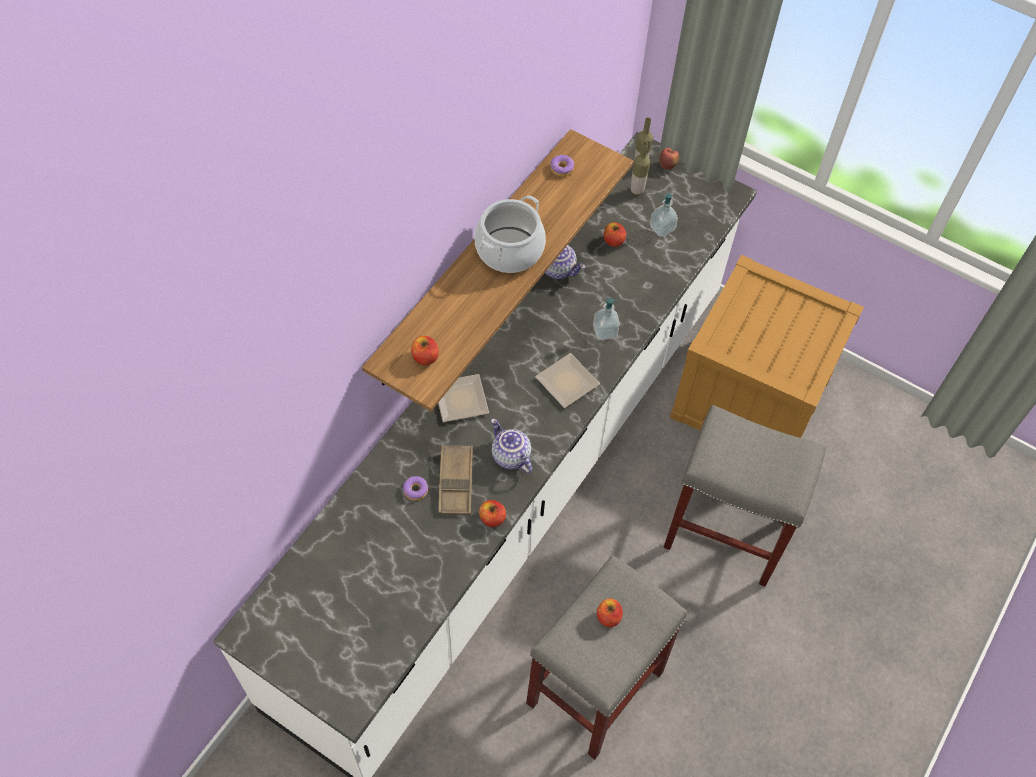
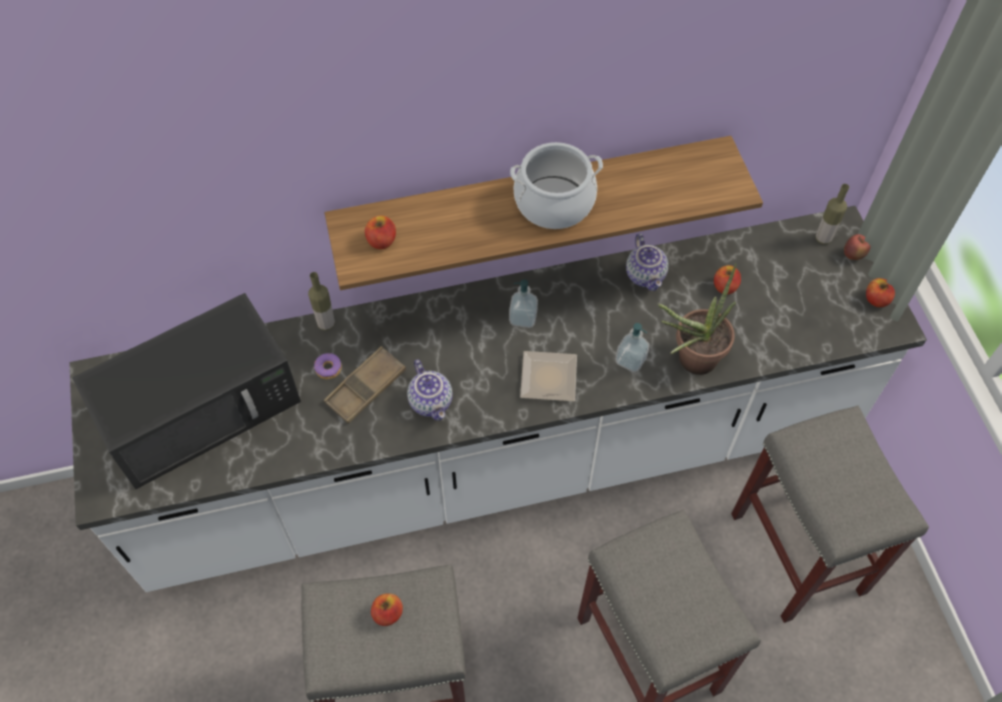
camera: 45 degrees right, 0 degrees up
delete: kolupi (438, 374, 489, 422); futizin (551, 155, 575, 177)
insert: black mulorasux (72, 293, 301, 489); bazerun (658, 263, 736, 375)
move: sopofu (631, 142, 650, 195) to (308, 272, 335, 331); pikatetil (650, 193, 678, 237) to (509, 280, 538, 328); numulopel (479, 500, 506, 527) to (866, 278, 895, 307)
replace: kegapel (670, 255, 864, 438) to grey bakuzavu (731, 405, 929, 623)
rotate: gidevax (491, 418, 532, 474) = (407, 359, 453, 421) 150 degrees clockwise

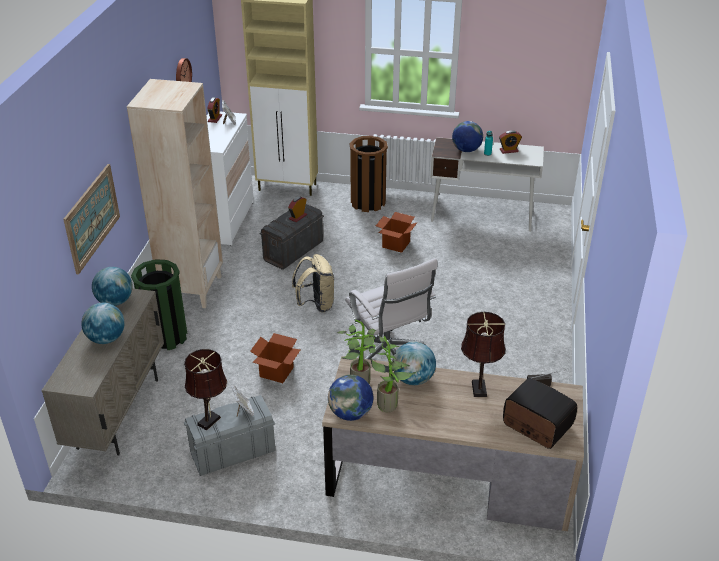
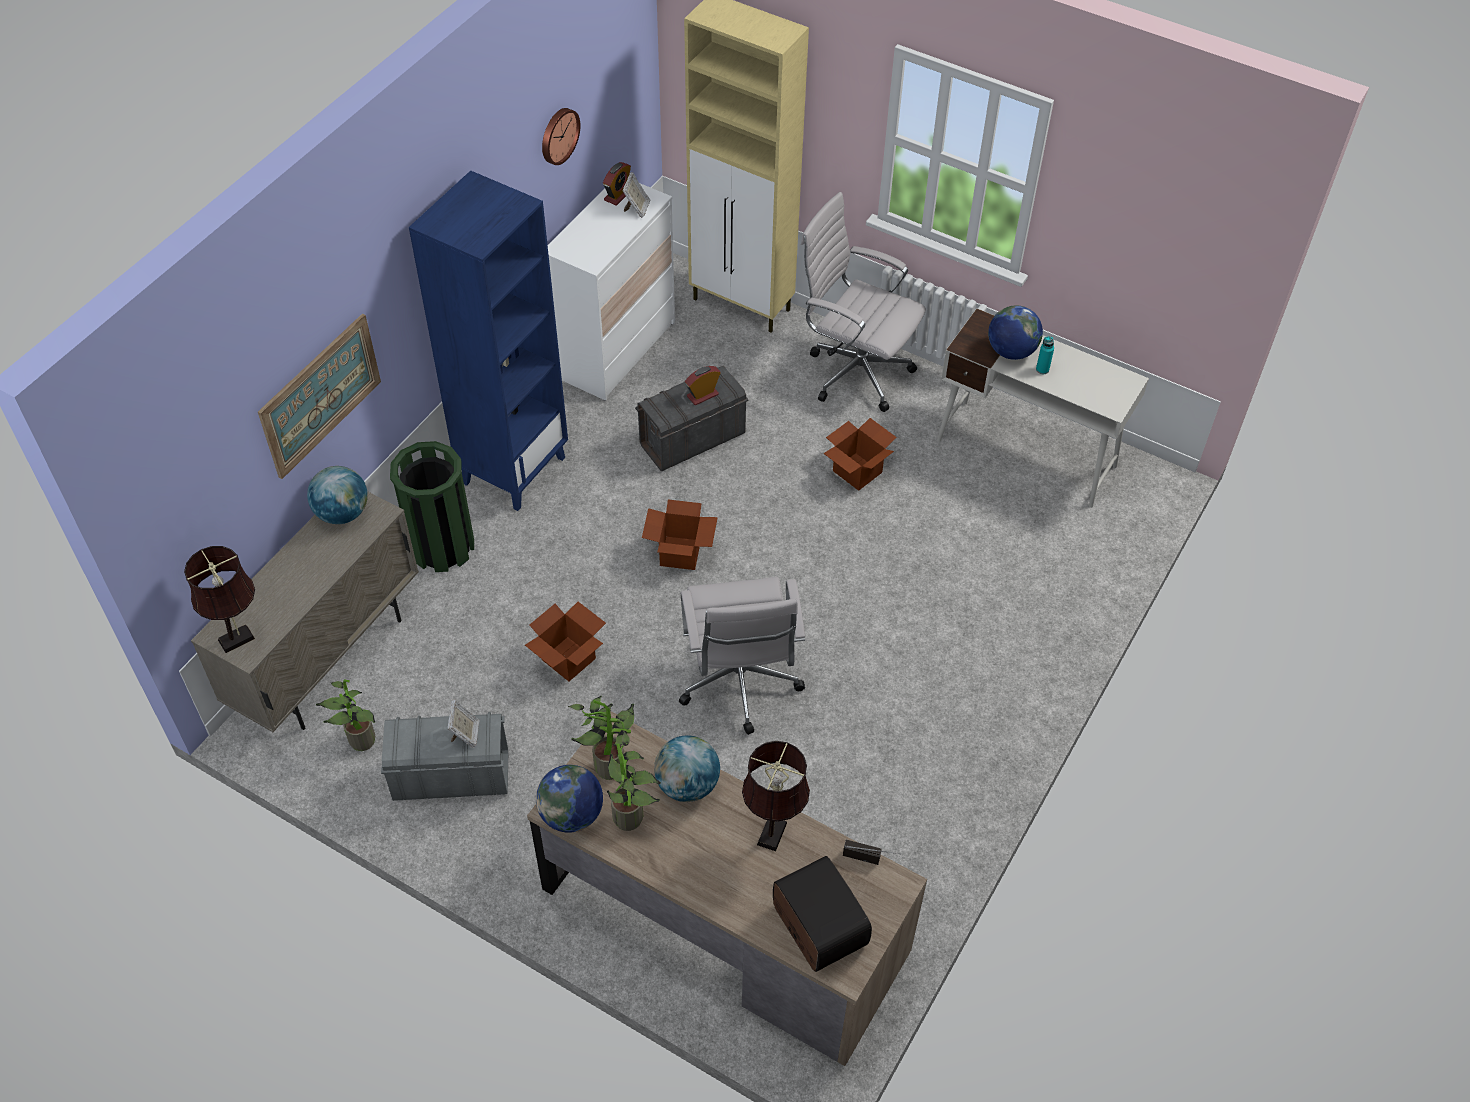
camera: 20 degrees right, 15 degrees up
delete: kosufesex (81, 303, 125, 344); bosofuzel (499, 130, 522, 154)
insert: bazerun (316, 679, 376, 751)
move: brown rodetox (184, 349, 227, 430) to (184, 546, 255, 653)
replace: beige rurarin (292, 254, 334, 312) to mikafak (642, 499, 718, 570); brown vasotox (350, 136, 388, 212) to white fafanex (801, 192, 926, 412)
recolor: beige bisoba (127, 79, 223, 308) to blue bisoba (409, 171, 568, 511)

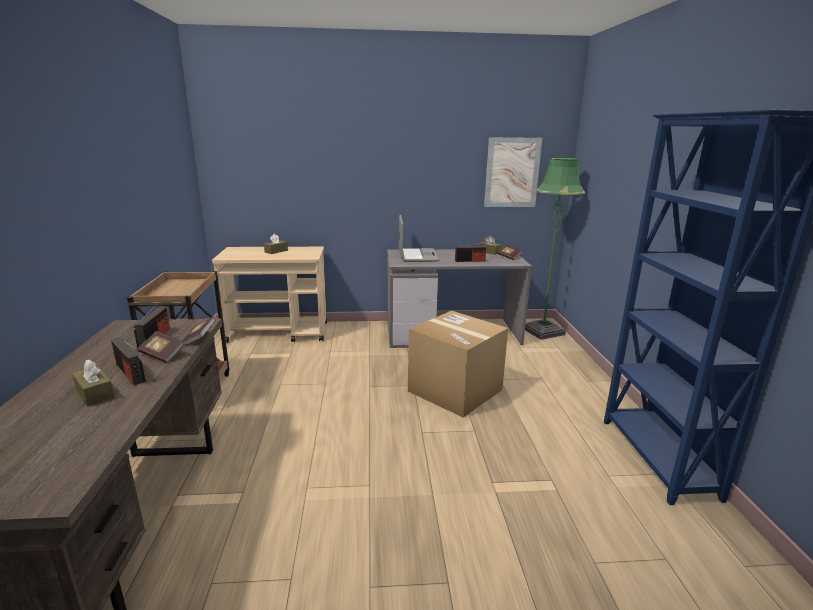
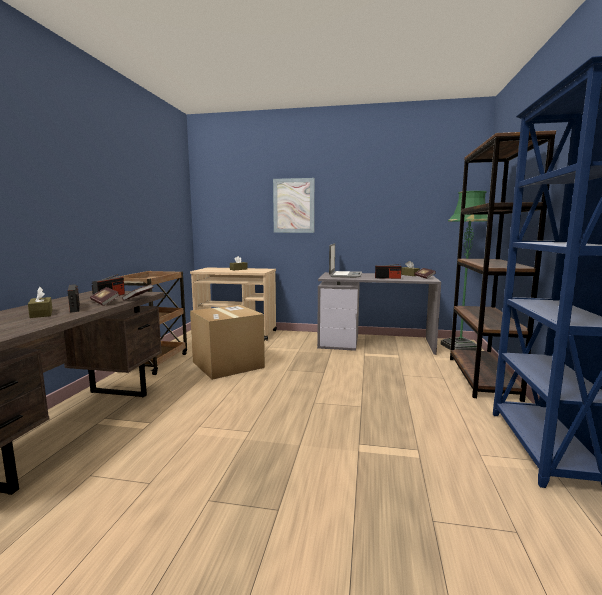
camera: 15 degrees right, 10 degrees down
insert: brown bisoba (450, 130, 556, 402)
move: mikafak (408, 311, 508, 418) to (190, 305, 265, 380); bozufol (484, 137, 542, 207) to (273, 178, 314, 233)

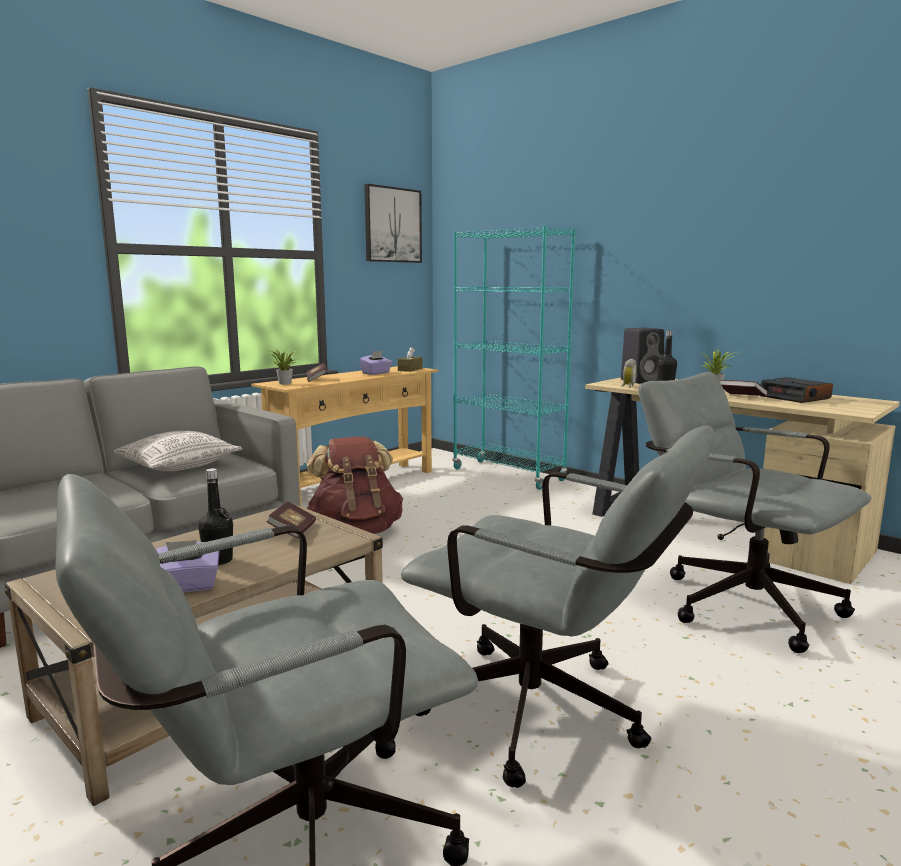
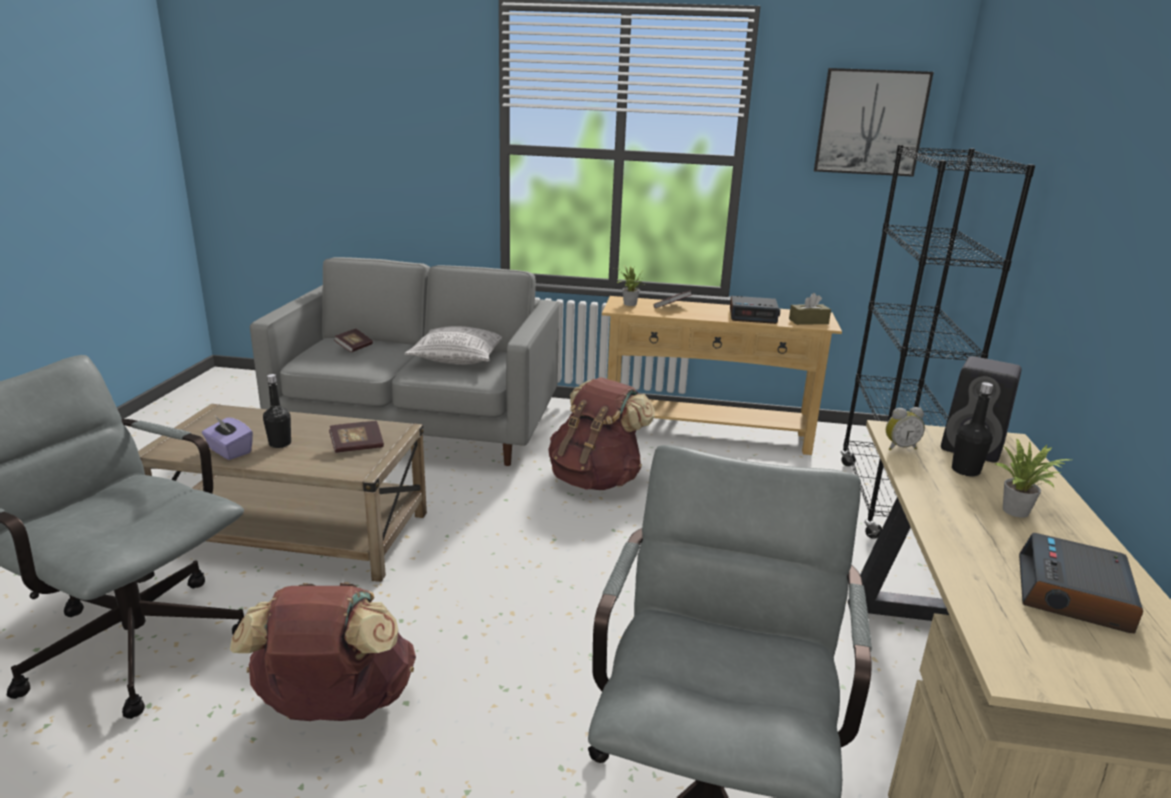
camera: 55 degrees right, 10 degrees up
move: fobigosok (720, 380, 768, 396) to (334, 329, 373, 353)
replace: grey fafanex (401, 426, 715, 788) to brown rurarin (230, 582, 416, 721); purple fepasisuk (359, 351, 392, 375) to bosofuzel (730, 296, 780, 324)
recolor: turquoise bisoba (453, 226, 576, 490) to black bisoba (841, 145, 1035, 539)

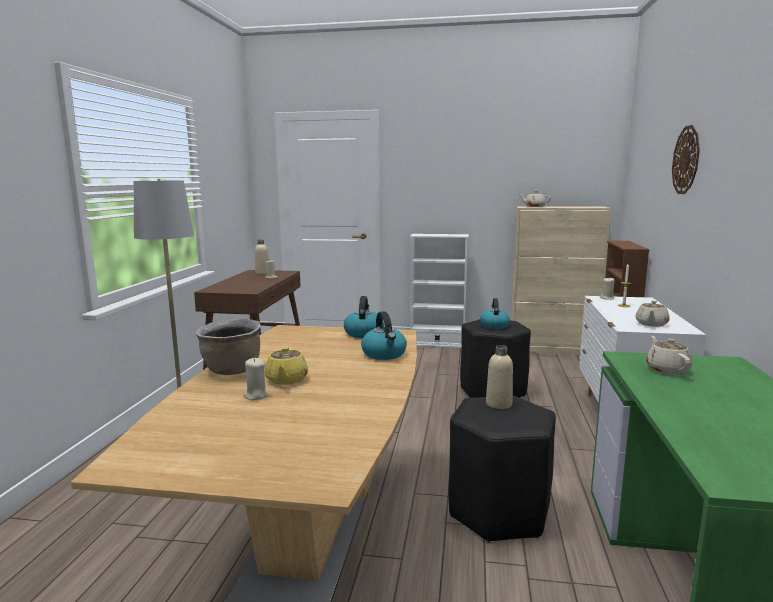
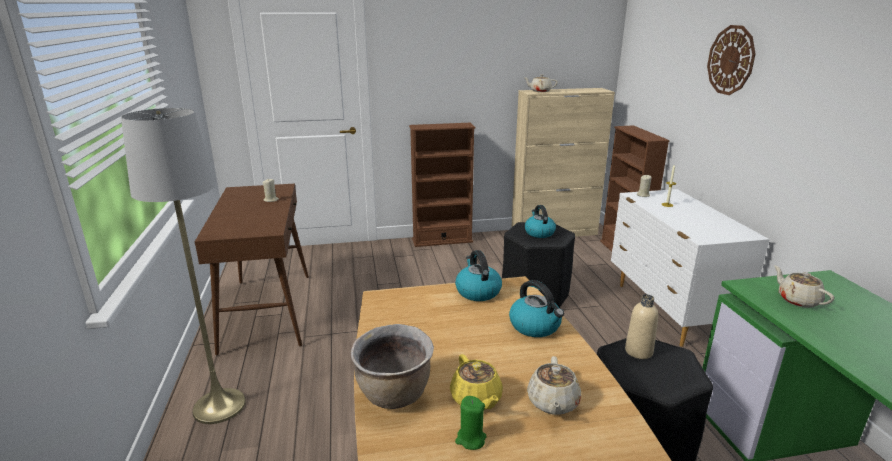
camera: 20 degrees left, 10 degrees up
delete: beige sopofu (255, 240, 269, 275)
move: beige gidevax (635, 301, 670, 327) to (527, 356, 581, 415)
recolor: white bisoba (410, 234, 469, 348) to brown bisoba (409, 123, 476, 247); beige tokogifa (243, 358, 269, 400) to green tokogifa (455, 396, 486, 450)

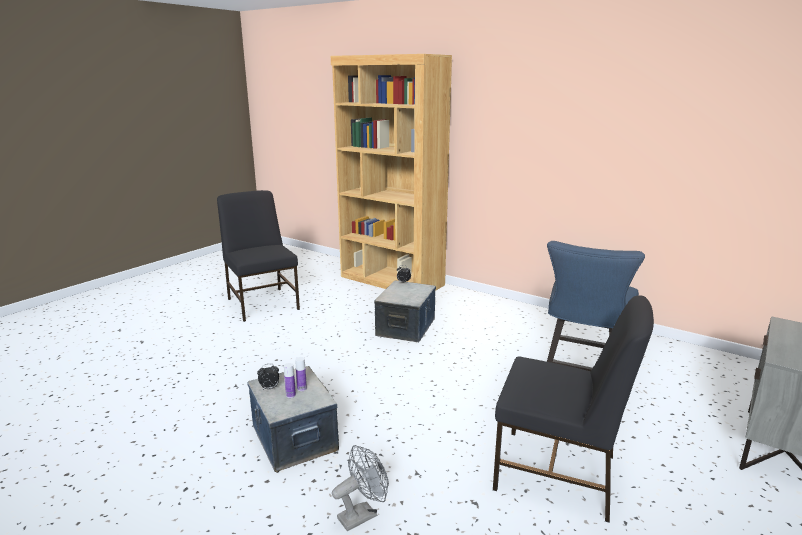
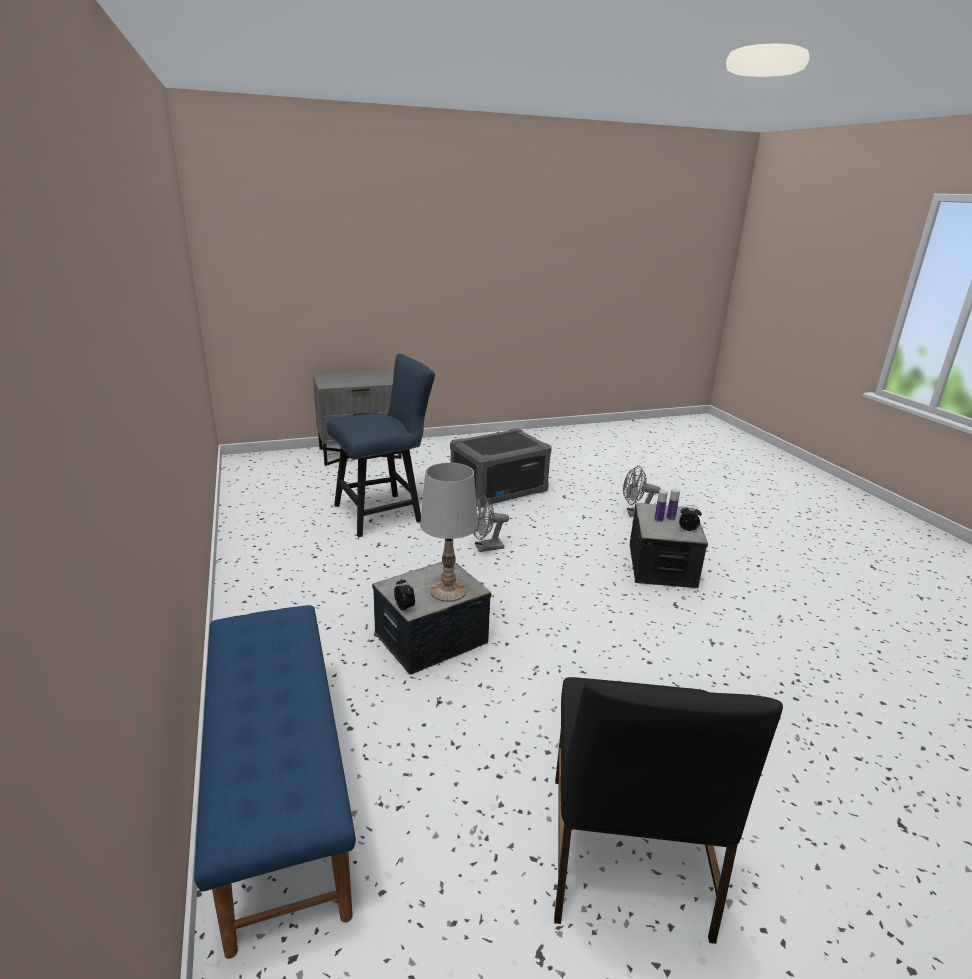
camera: 145 degrees left, 5 degrees up
insert: white rodetox (420, 463, 478, 602); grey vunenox (474, 494, 509, 552)
replace: brown bisoba (331, 54, 452, 291) to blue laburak (194, 605, 356, 959); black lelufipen (493, 295, 654, 523) to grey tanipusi (450, 428, 552, 507)

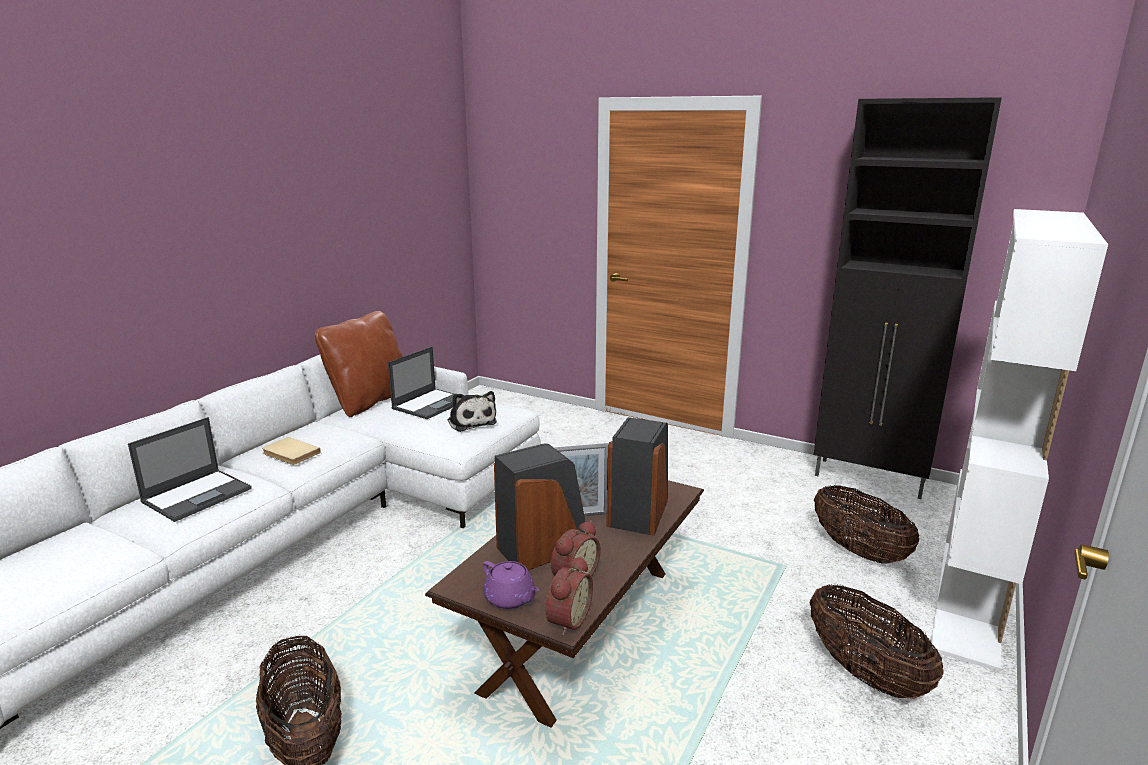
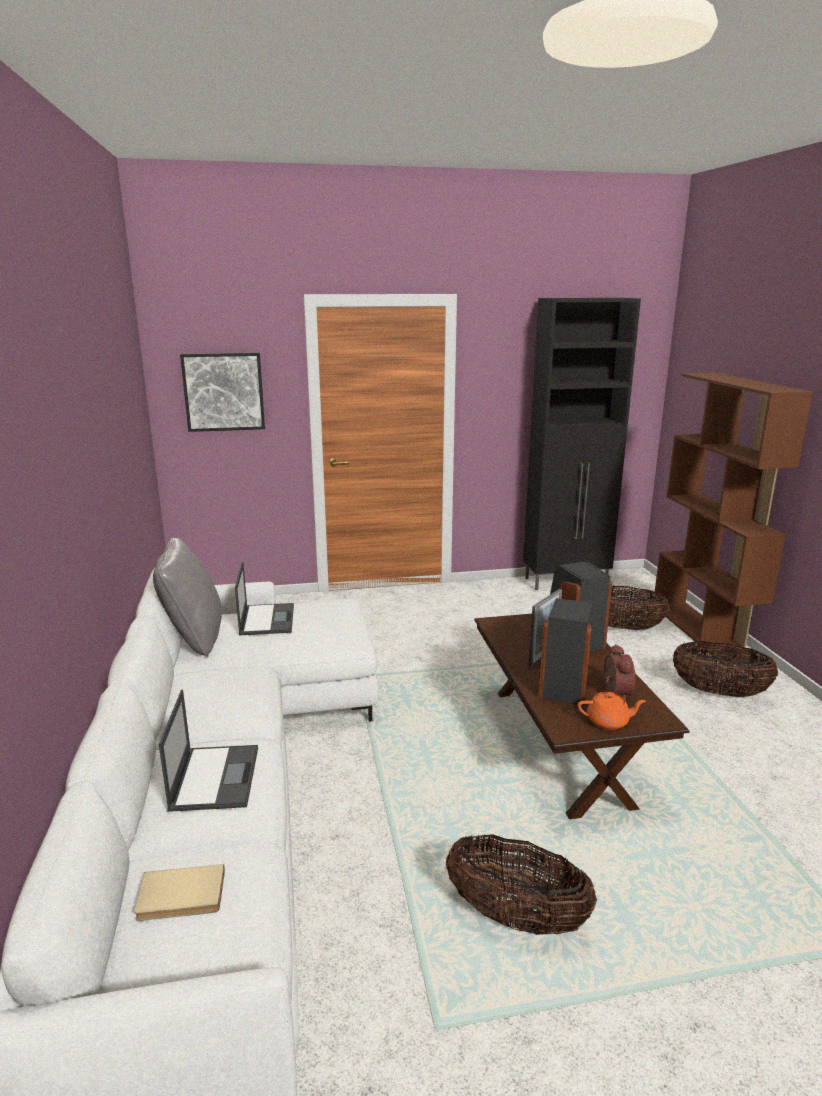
camera: 40 degrees left, 0 degrees up
delete: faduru (448, 391, 497, 432); bosofuzel (545, 556, 593, 636)
insert: bozufol (180, 352, 265, 432)
move: beige fobigosok (262, 437, 321, 465) to (134, 864, 225, 921)
recolor: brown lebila (315, 311, 403, 417) to grey lebila (153, 537, 222, 657); purple gidevax (483, 561, 540, 609) to orange gidevax (578, 692, 646, 730); white bisoba (931, 209, 1108, 672) to brown bisoba (655, 373, 813, 666)

